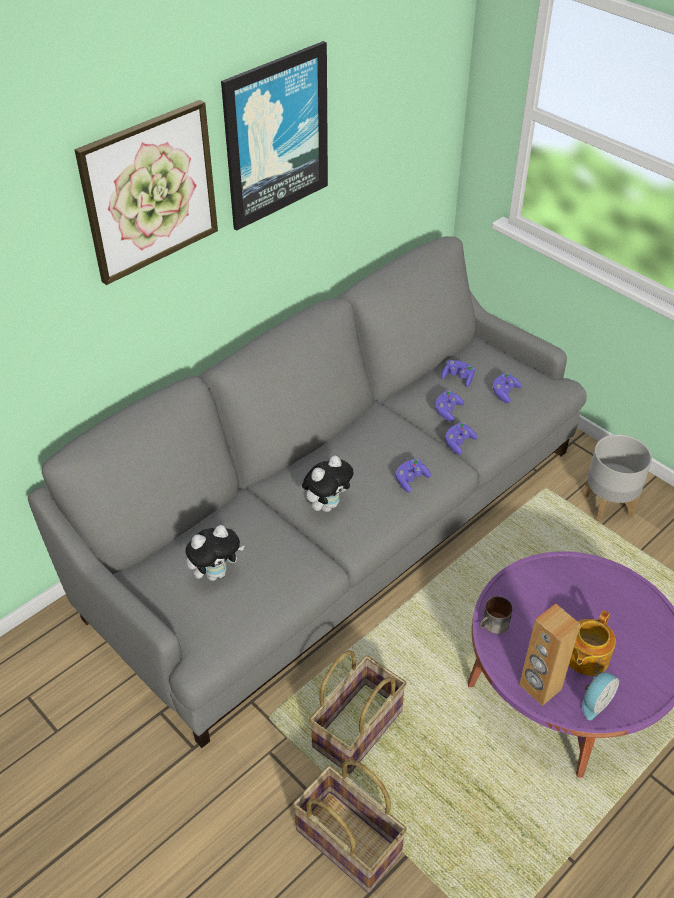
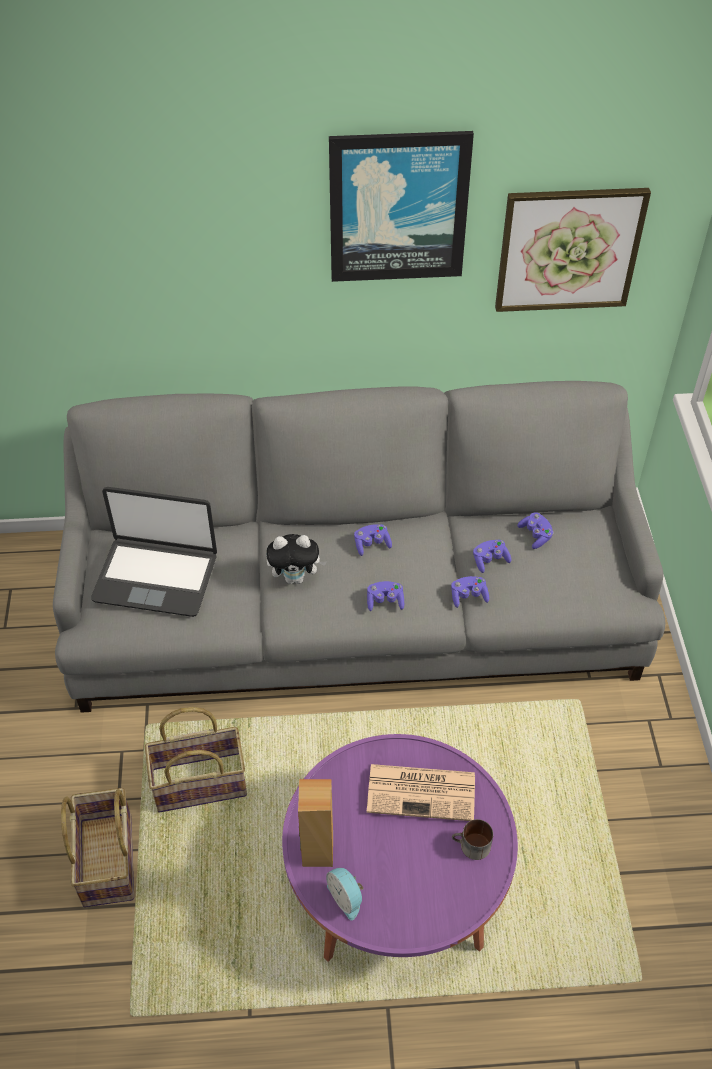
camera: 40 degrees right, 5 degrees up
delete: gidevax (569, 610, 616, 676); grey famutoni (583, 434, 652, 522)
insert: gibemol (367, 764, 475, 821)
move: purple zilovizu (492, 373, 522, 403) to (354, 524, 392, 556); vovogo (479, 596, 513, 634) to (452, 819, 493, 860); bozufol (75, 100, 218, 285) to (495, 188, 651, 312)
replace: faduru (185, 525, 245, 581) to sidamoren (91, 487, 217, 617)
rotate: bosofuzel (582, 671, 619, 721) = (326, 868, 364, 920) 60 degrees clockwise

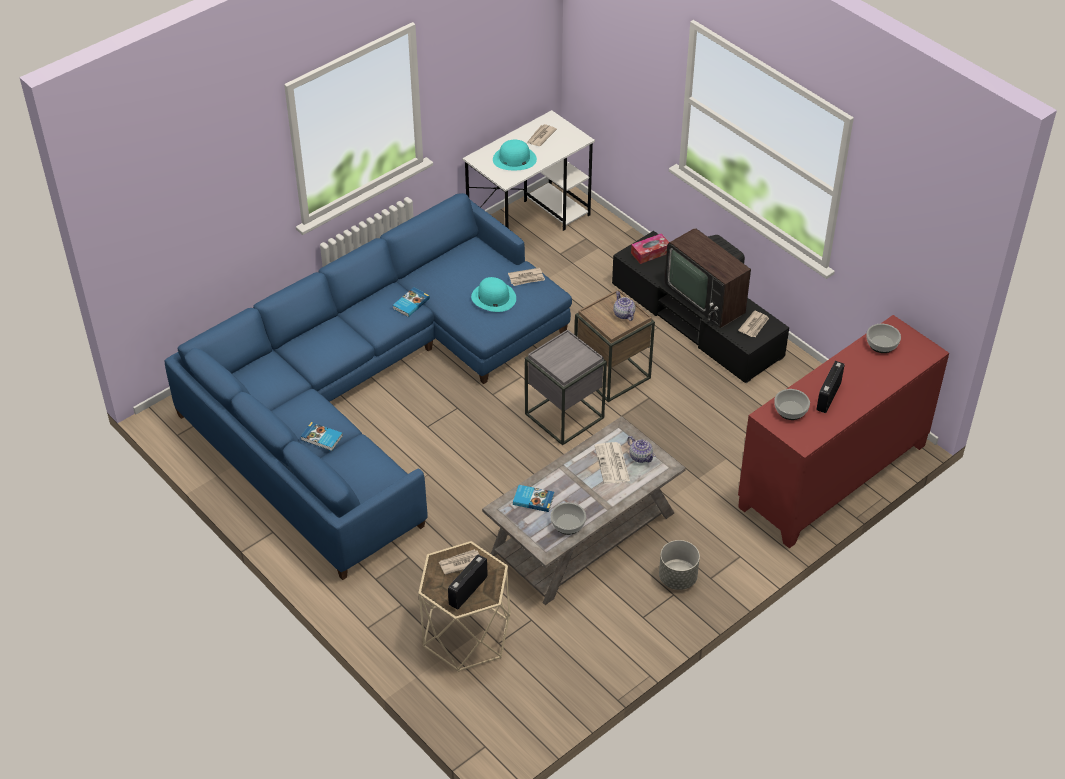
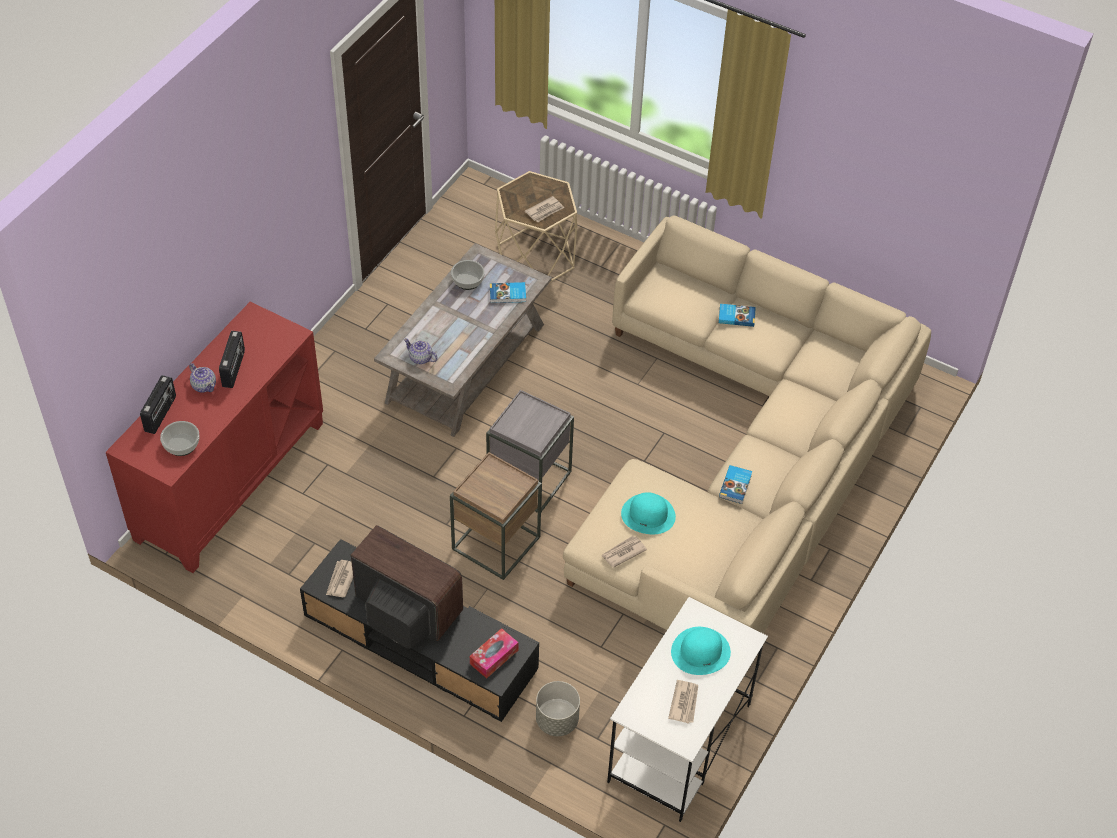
camera: 160 degrees right, 5 degrees up
delete: gibemol (594, 442, 630, 484); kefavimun (774, 389, 810, 420)
move: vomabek (448, 554, 488, 609) to (140, 375, 176, 434); gidevax (613, 291, 635, 321) to (189, 363, 216, 393); grey famutoni (659, 540, 700, 590) to (536, 681, 580, 736)
recolor: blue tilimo (165, 193, 572, 580) to beige tilimo (563, 216, 931, 634)

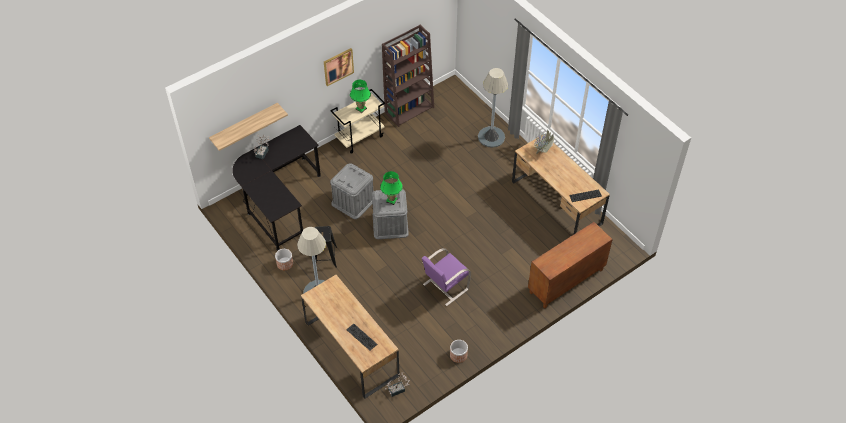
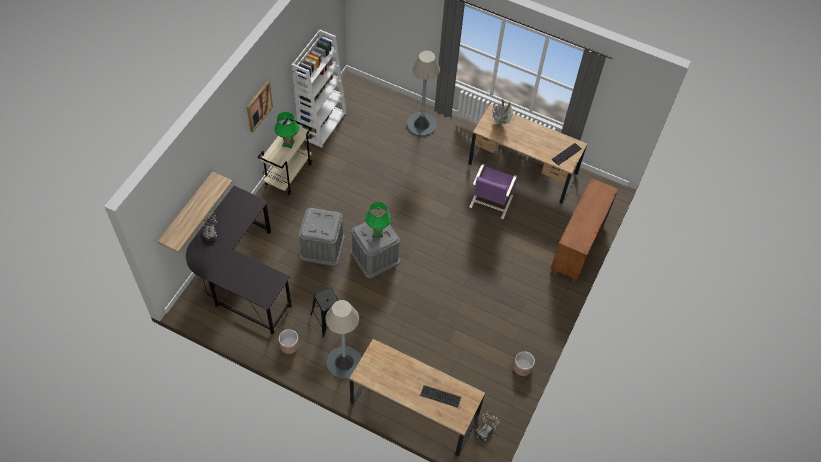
camera: 30 degrees left, 5 degrees up
move: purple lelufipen (422, 248, 471, 306) to (469, 164, 518, 219)
recolor: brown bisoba (382, 25, 434, 127) to white bisoba (292, 29, 347, 148)

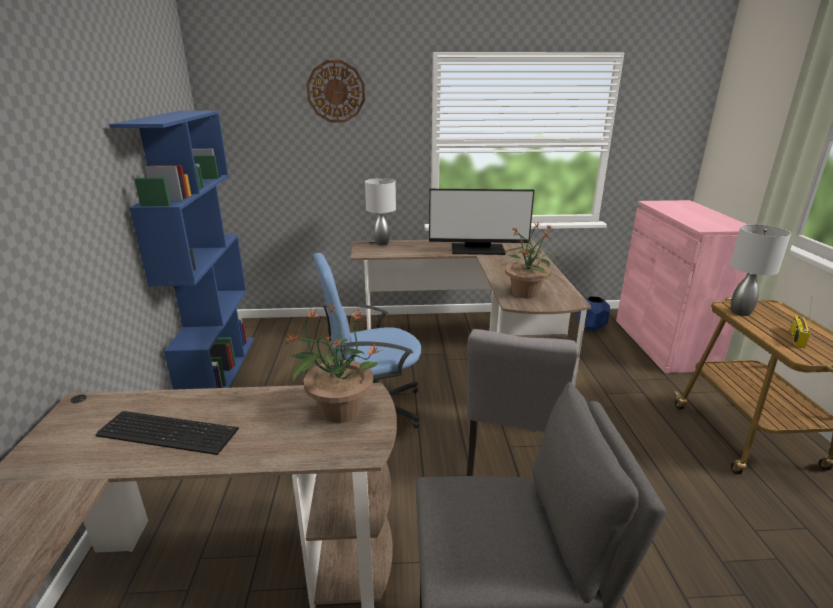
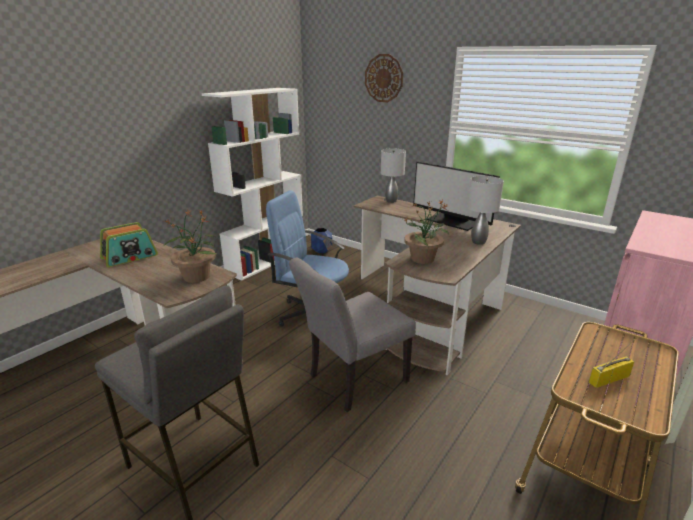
camera: 40 degrees right, 0 degrees up
move: blue famutoni (577, 296, 610, 331) to (311, 228, 332, 253); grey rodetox (730, 224, 791, 316) to (467, 176, 504, 245)
replace: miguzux (96, 411, 239, 455) to vomabek (100, 222, 158, 267)
recolor: blue bisoba (109, 111, 254, 390) to white bisoba (202, 88, 303, 281)

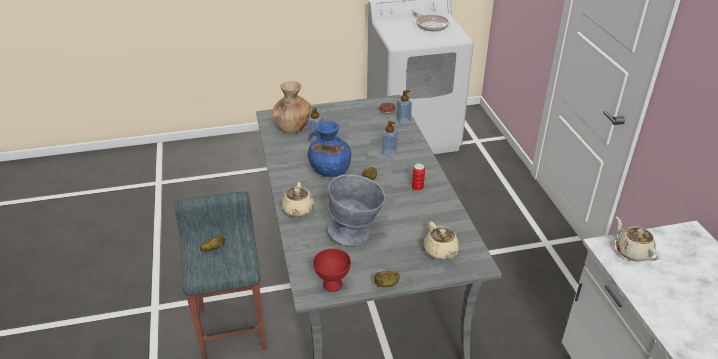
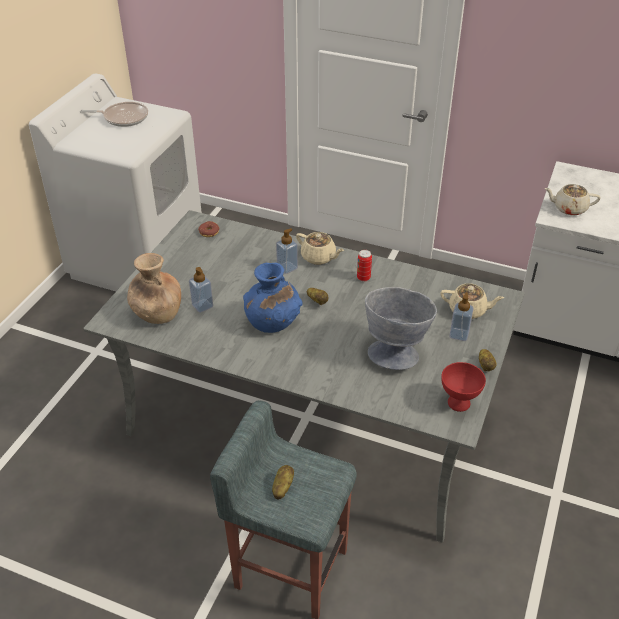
camera: 55 degrees left, 5 degrees up
move: beige gidevax (282, 182, 314, 217) to (296, 232, 344, 265); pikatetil (396, 90, 412, 125) to (449, 292, 474, 341)

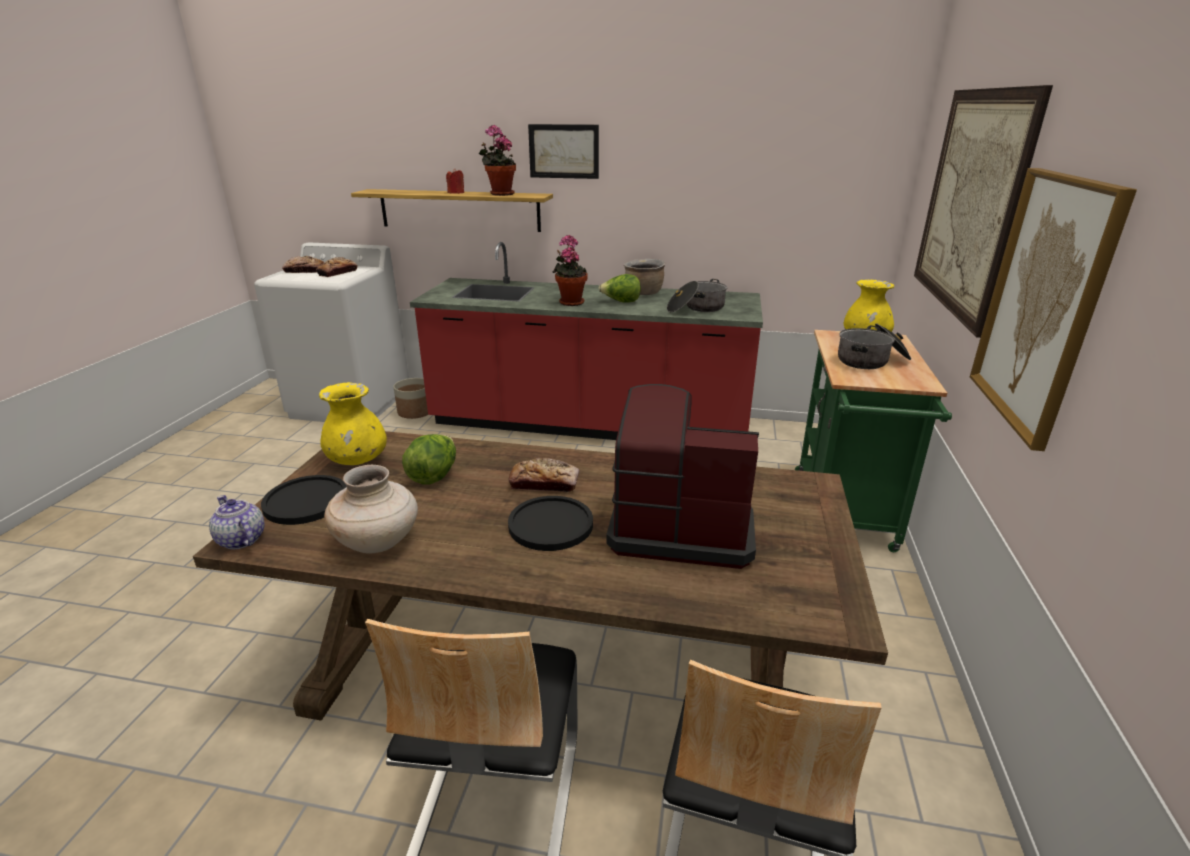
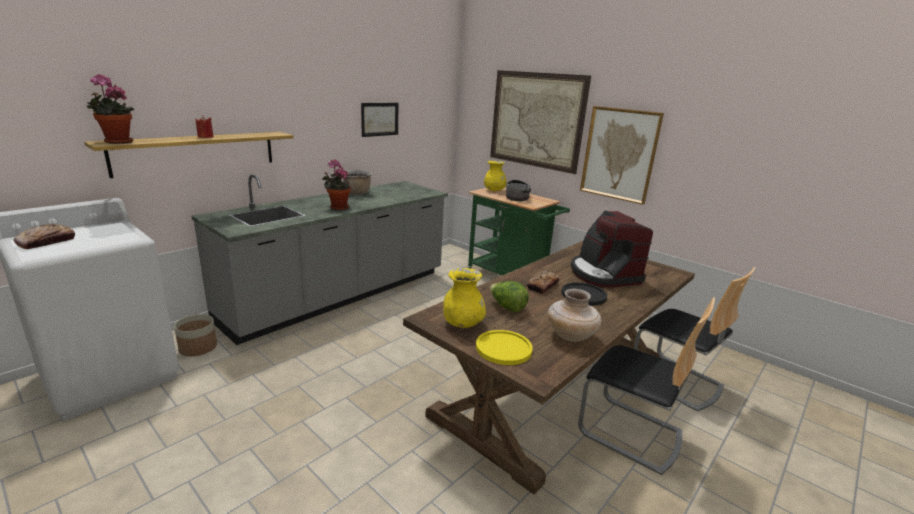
camera: 60 degrees left, 5 degrees down
delete: gidevax (209, 495, 265, 550); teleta (316, 257, 357, 277); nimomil (598, 274, 641, 303); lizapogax (667, 279, 727, 312)
move: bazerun (479, 125, 516, 196) to (87, 74, 134, 144); bozufol (528, 124, 599, 179) to (361, 103, 398, 137)
recolor: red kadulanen (410, 242, 763, 440) to grey kadulanen (192, 174, 448, 345); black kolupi (261, 475, 347, 525) to yellow kolupi (476, 330, 533, 365)
rotate: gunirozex (606, 384, 759, 569) = (571, 211, 653, 287) 60 degrees counterclockwise

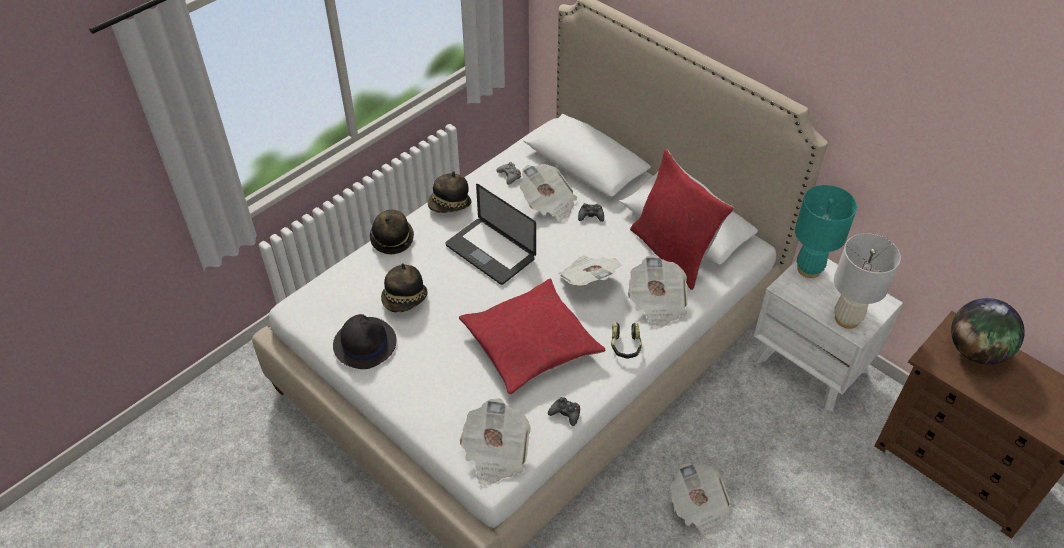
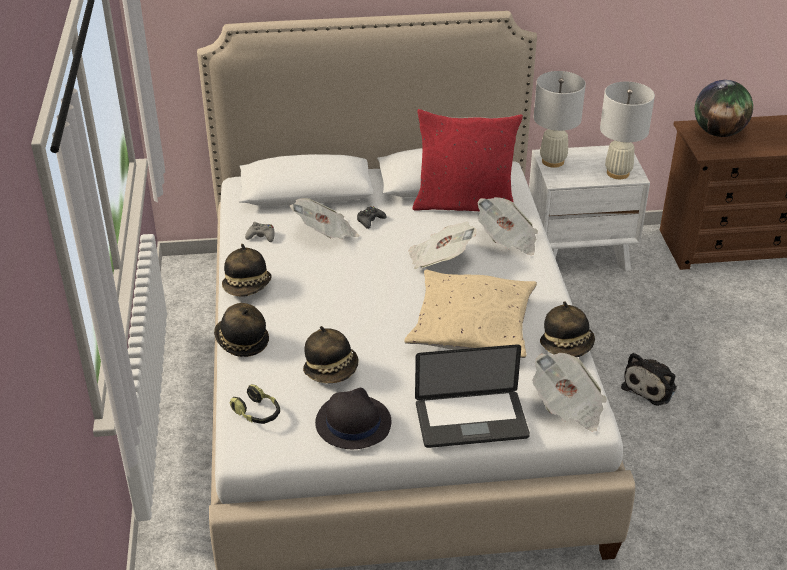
camera: 50 degrees left, 10 degrees down
move: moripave (611, 322, 642, 359) to (230, 384, 280, 424); sidamoren (445, 184, 536, 285) to (415, 344, 530, 448)
replace: black zilovizu (548, 397, 580, 426) to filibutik (540, 301, 595, 357); gibemol (670, 462, 732, 539) to faduru (621, 353, 677, 406)
recolor: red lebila (459, 278, 606, 394) to beige lebila (404, 269, 537, 358); turquoise rodetox (795, 185, 857, 278) to white rodetox (534, 71, 586, 168)

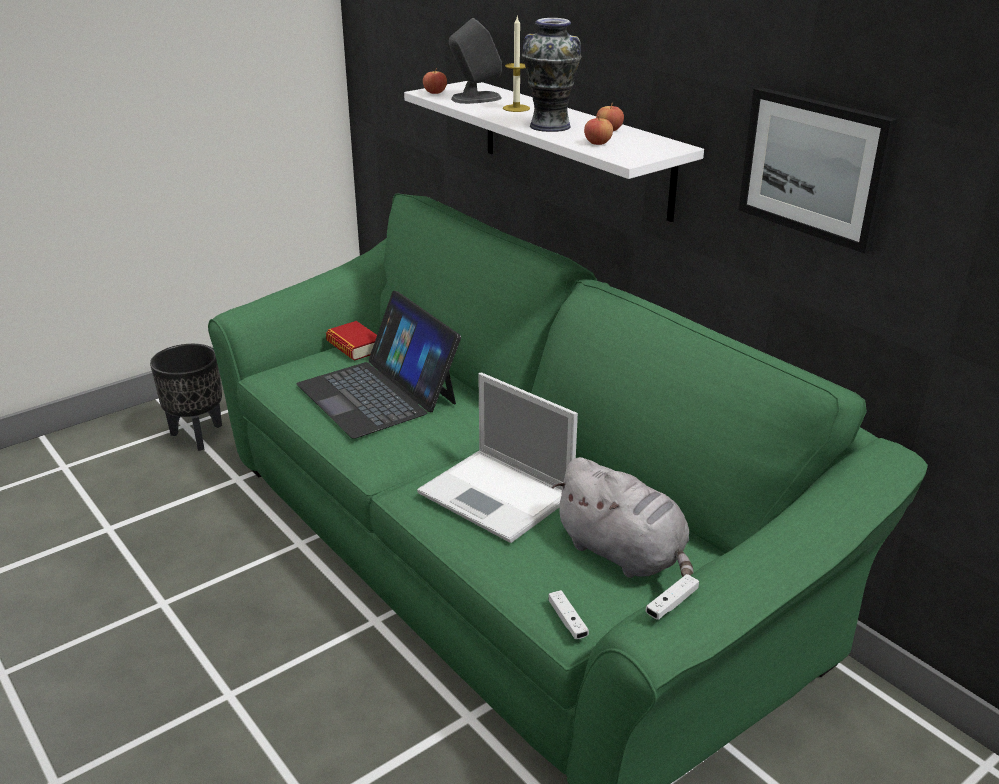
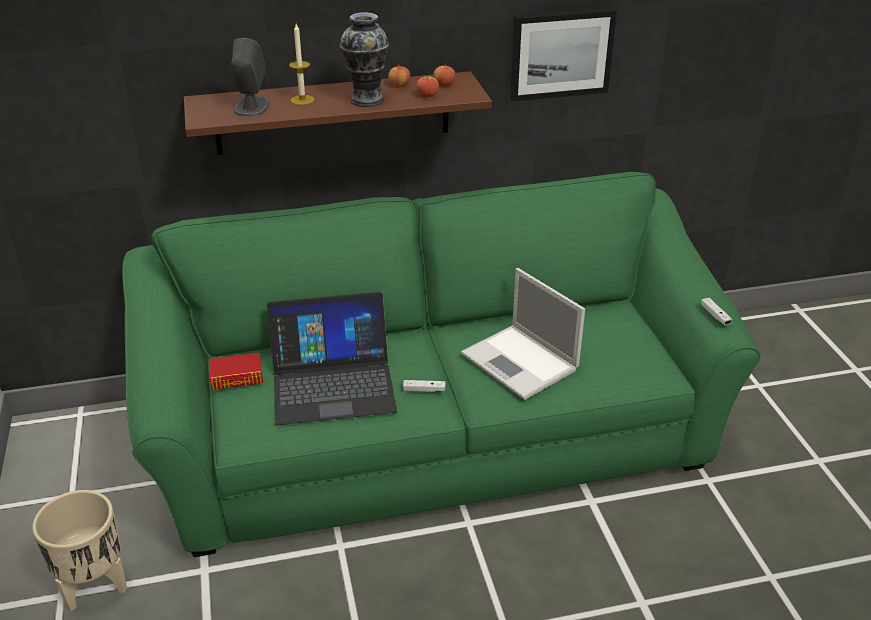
camera: 65 degrees left, 5 degrees up
delete: grey faduru (552, 457, 693, 578)
move: white zilovizu (548, 590, 589, 639) to (403, 380, 445, 392); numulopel (423, 69, 447, 94) to (433, 64, 455, 87)
recolor: black famutoni (150, 344, 222, 451) to beige famutoni (32, 490, 127, 612); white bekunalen (404, 81, 704, 222) to brown bekunalen (184, 71, 492, 155)
rotate: sidamoren (417, 373, 578, 543) = (461, 268, 585, 400) 75 degrees clockwise

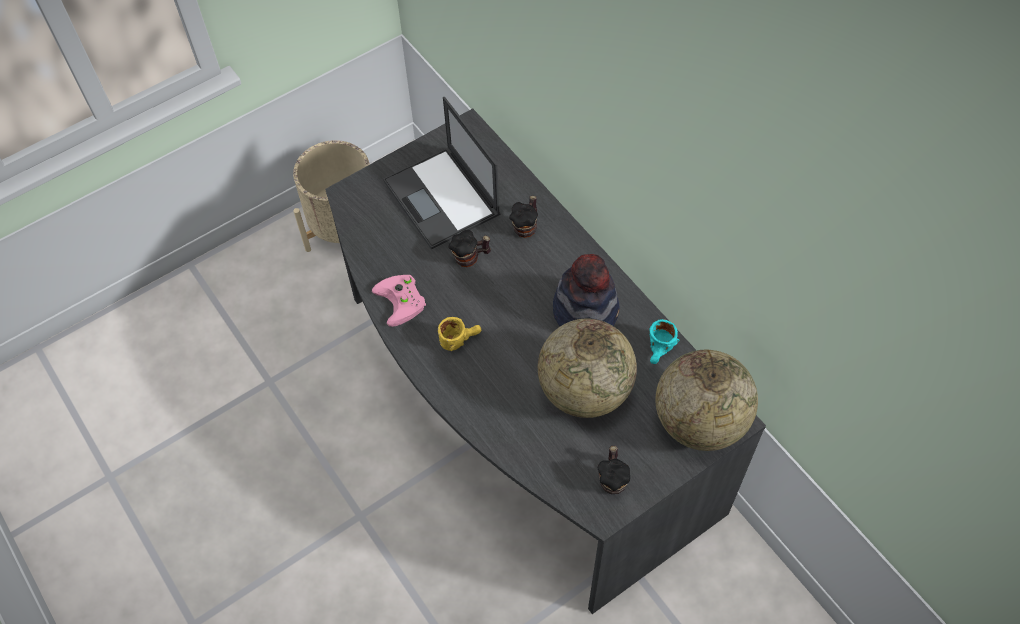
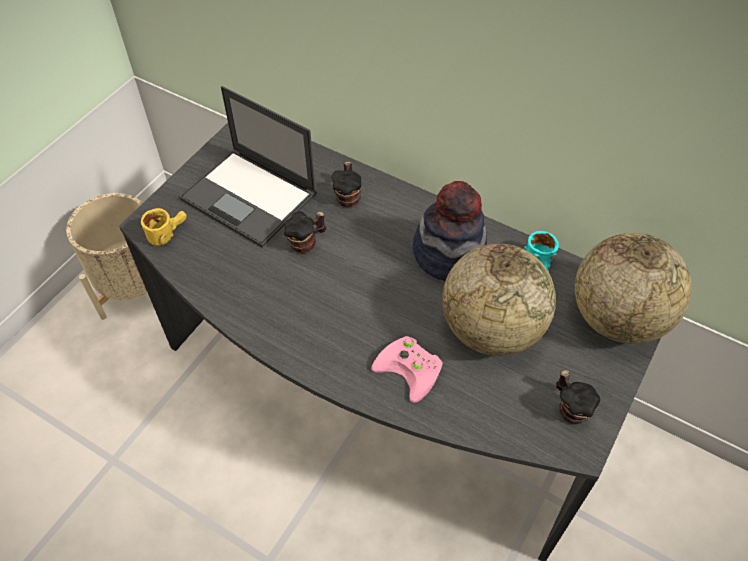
camera: 25 degrees left, 5 degrees down
move: yellow vovogo (438, 317, 481, 351) to (141, 208, 187, 246); pink zilovizu (372, 275, 426, 327) to (371, 336, 443, 403)

